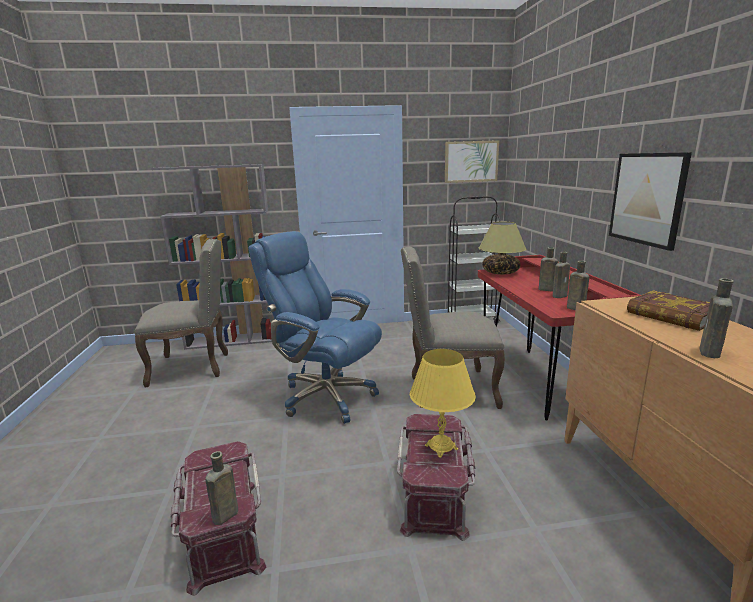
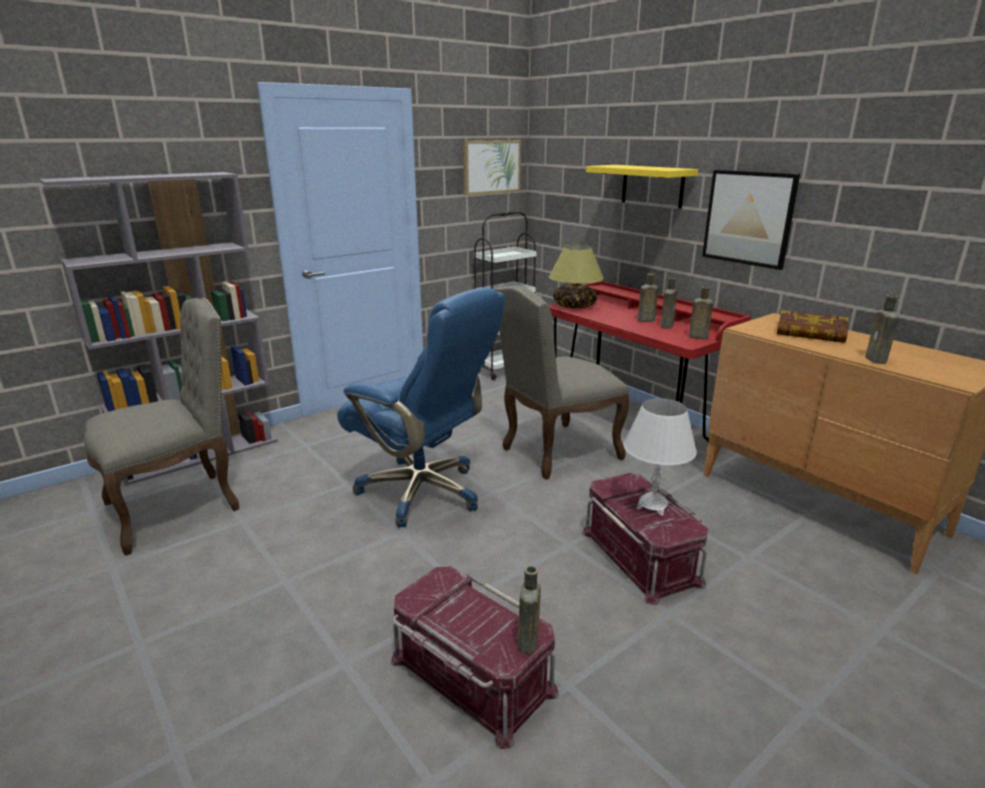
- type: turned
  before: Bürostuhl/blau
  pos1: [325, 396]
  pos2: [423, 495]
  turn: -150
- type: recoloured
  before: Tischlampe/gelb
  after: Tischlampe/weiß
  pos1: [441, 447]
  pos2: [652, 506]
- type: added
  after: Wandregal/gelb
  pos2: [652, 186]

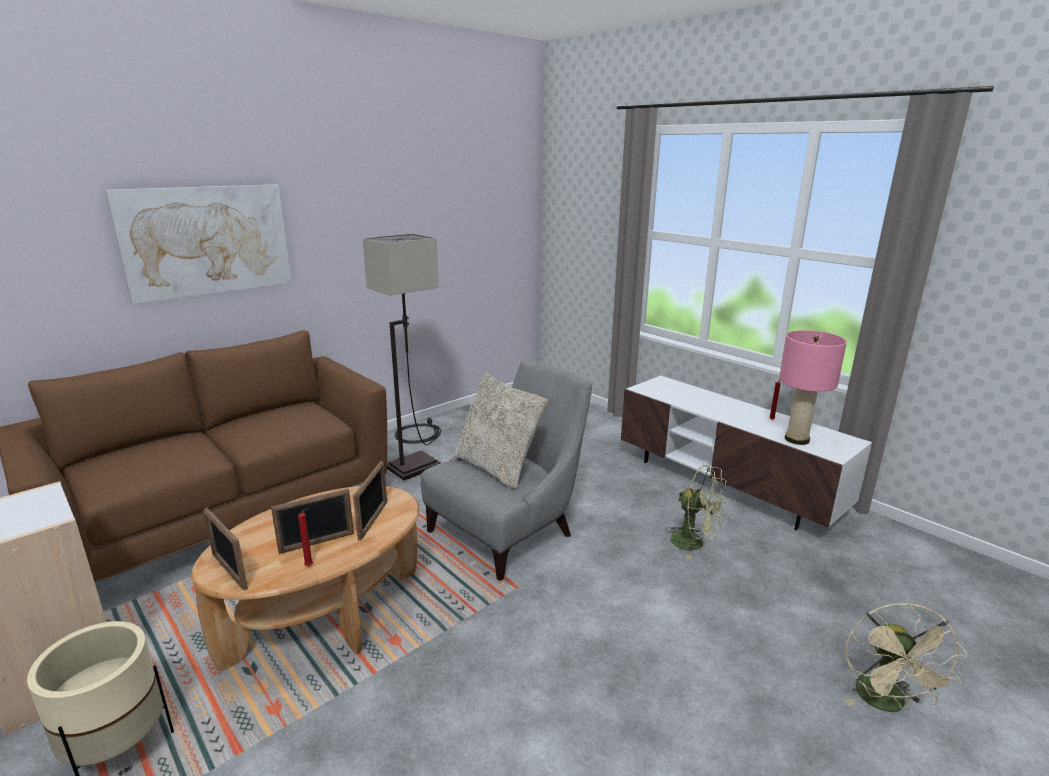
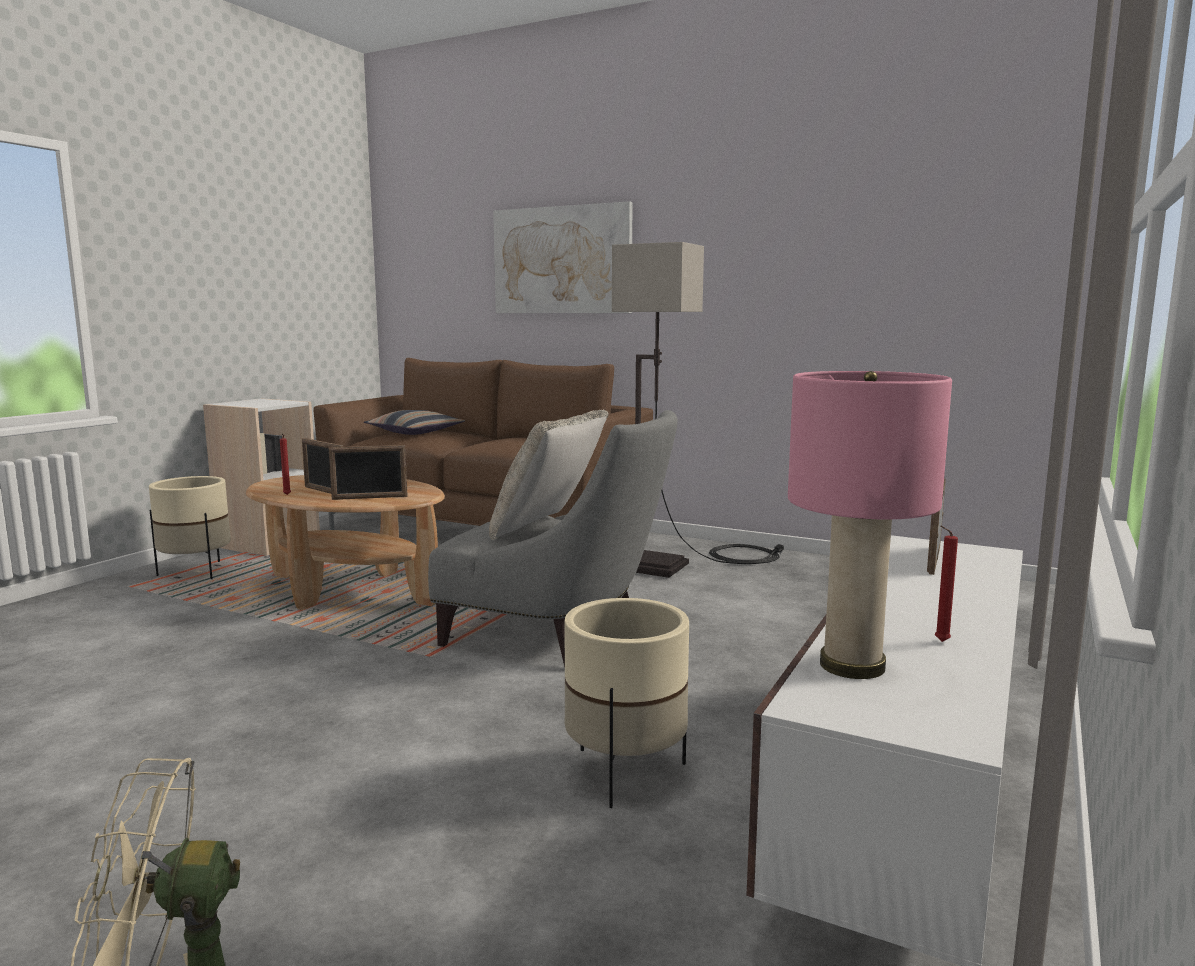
- type: replaced
  before: Ventilator/grün
  after: Pflanzkübel/beige
  pos1: [694, 543]
  pos2: [625, 773]
- type: moved
  before: Bilderrahmen
  pos1: [229, 571]
  pos2: [933, 560]
- type: added
  after: Kissen
  pos2: [415, 432]

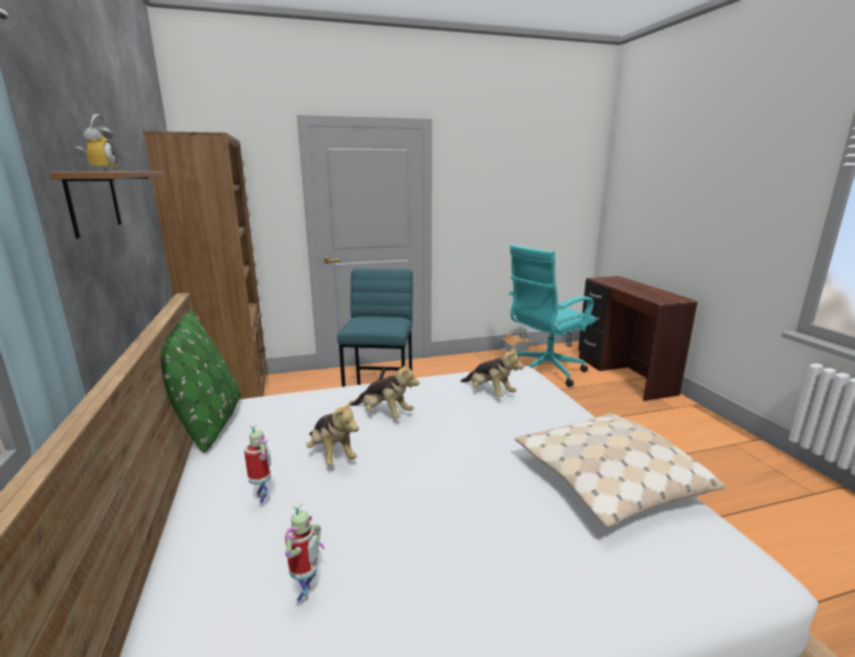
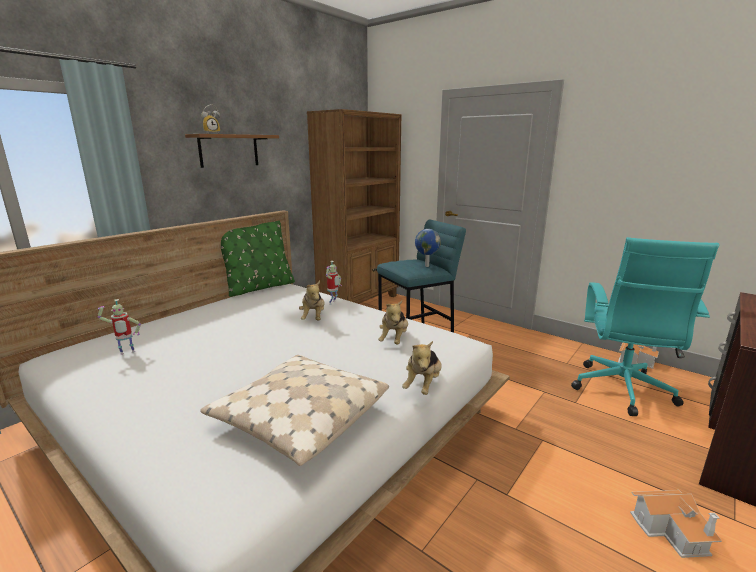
- type: turned
  before: Bürostuhl/türkis
  pos1: [544, 372]
  pos2: [622, 392]
  turn: -90
- type: moved
  before: Plüschtier
  pos1: [331, 454]
  pos2: [423, 385]
- type: moved
  before: Spielzeugroboter
  pos1: [263, 500]
  pos2: [333, 303]
- type: added
  after: Globus
  pos2: [426, 266]
- type: added
  after: Spielzeughaus
  pos2: [671, 531]

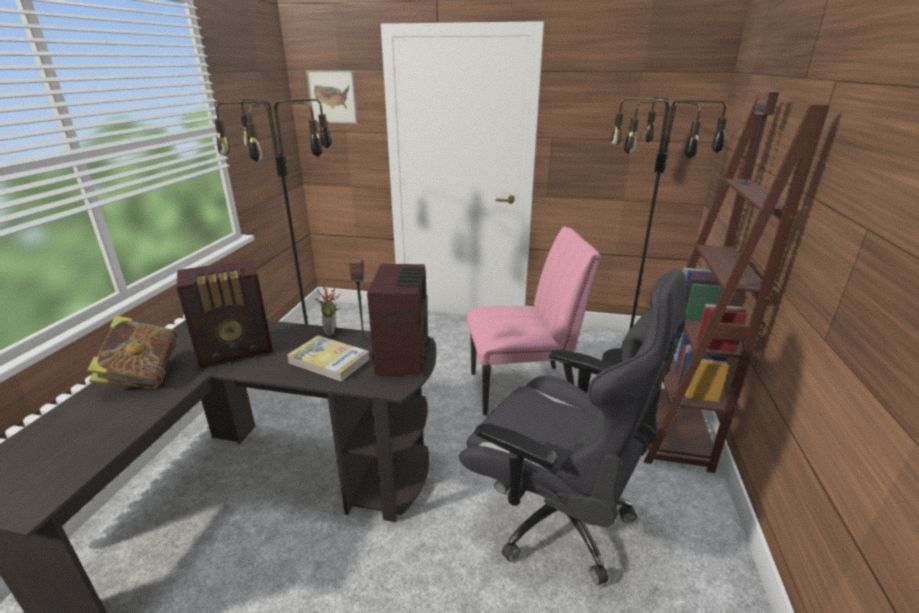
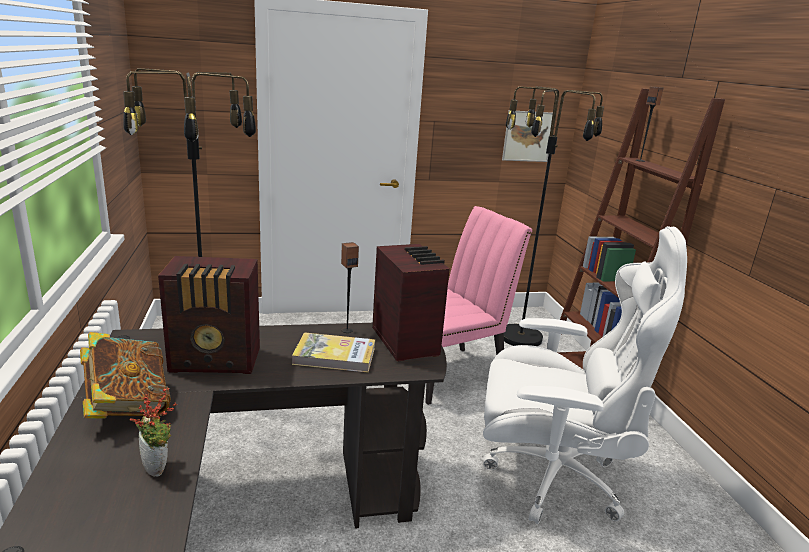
- type: moved
  before: Bild
  pos1: [332, 97]
  pos2: [527, 136]
- type: turned
  before: Radio
  pos1: [237, 350]
  pos2: [217, 361]
  turn: 45
- type: recoloured
  before: Bürostuhl/schwarz
  after: Bürostuhl/weiß
  pos1: [550, 515]
  pos2: [544, 477]
- type: moved
  before: Topfpflanze
  pos1: [332, 332]
  pos2: [159, 468]

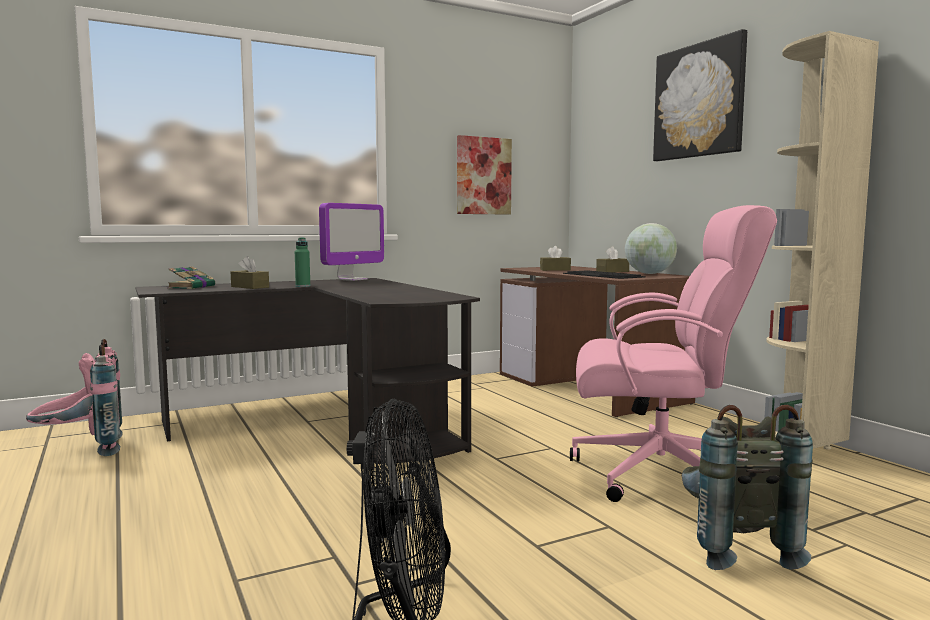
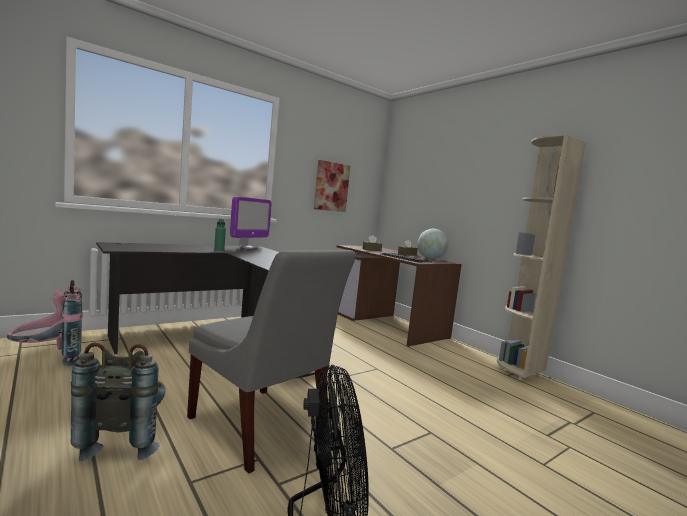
- type: removed
  before: Bild
  pos1: [699, 101]
- type: removed
  before: Bürostuhl/rosa
  pos1: [658, 473]
- type: removed
  before: Taschentuchbox/braun
  pos1: [250, 287]
- type: removed
  before: Buch
  pos1: [192, 287]
- type: moved
  before: Rucksack/grau
  pos1: [733, 547]
  pos2: [123, 440]
- type: added
  after: Stuhl/grau
  pos2: [261, 428]

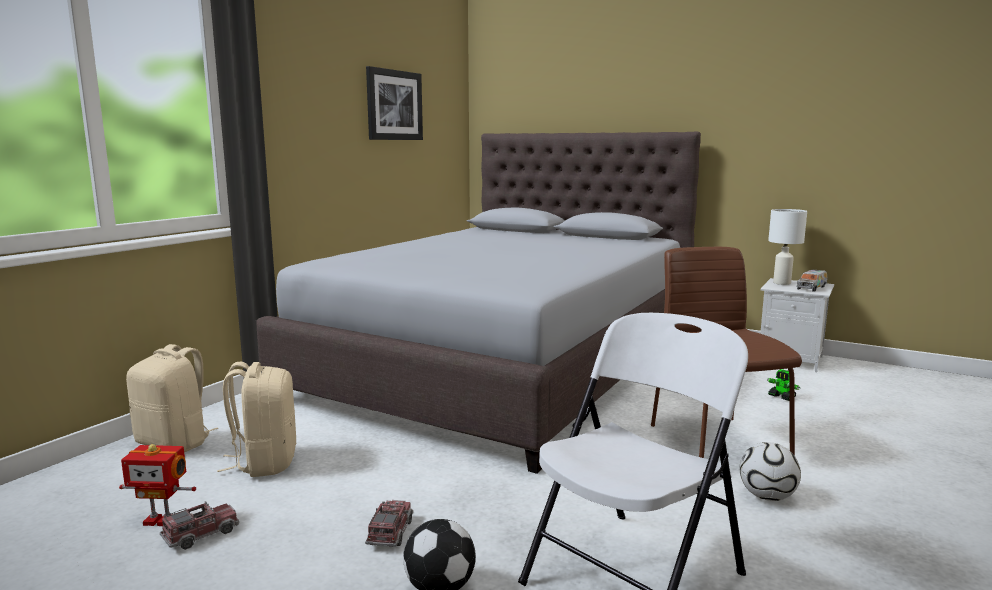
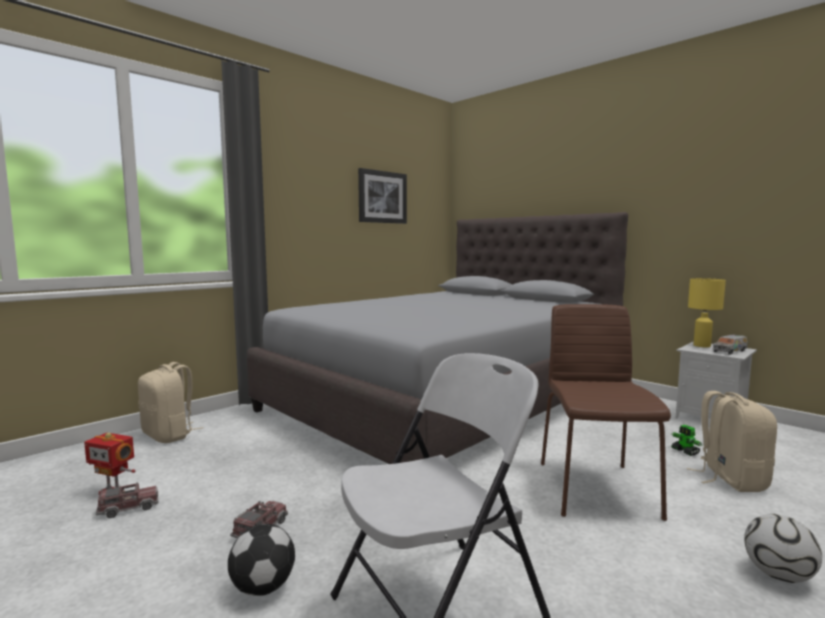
- type: recoloured
  before: Tischlampe/weiß
  after: Tischlampe/gelb
  pos1: [781, 283]
  pos2: [701, 345]
- type: moved
  before: Rucksack/beige
  pos1: [265, 462]
  pos2: [730, 479]
- type: moved
  before: Fußball
  pos1: [767, 497]
  pos2: [778, 575]

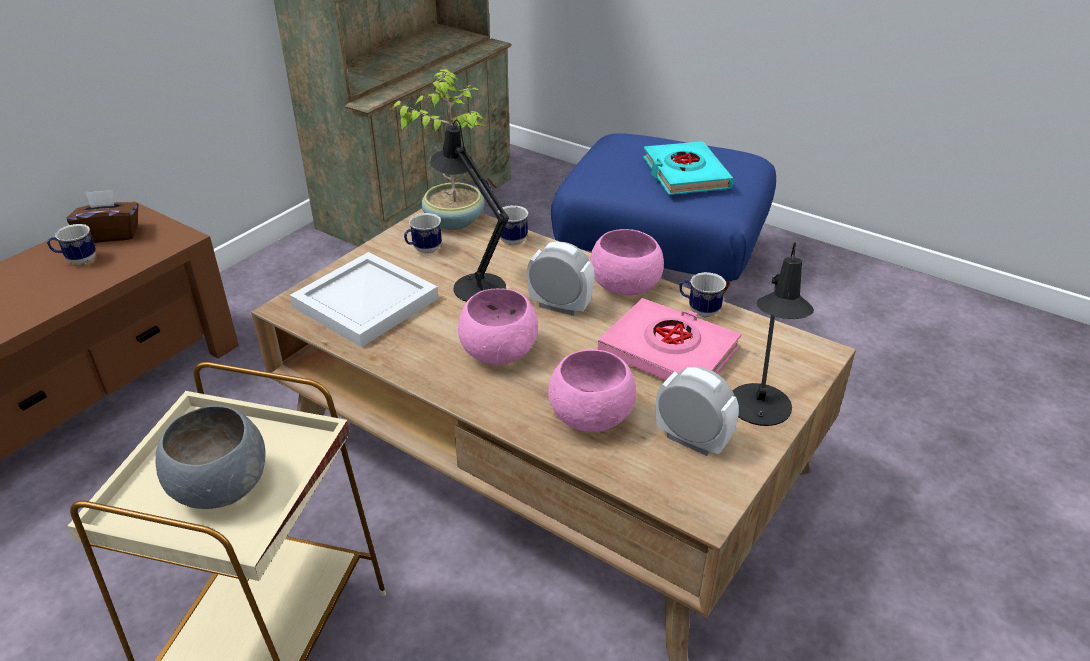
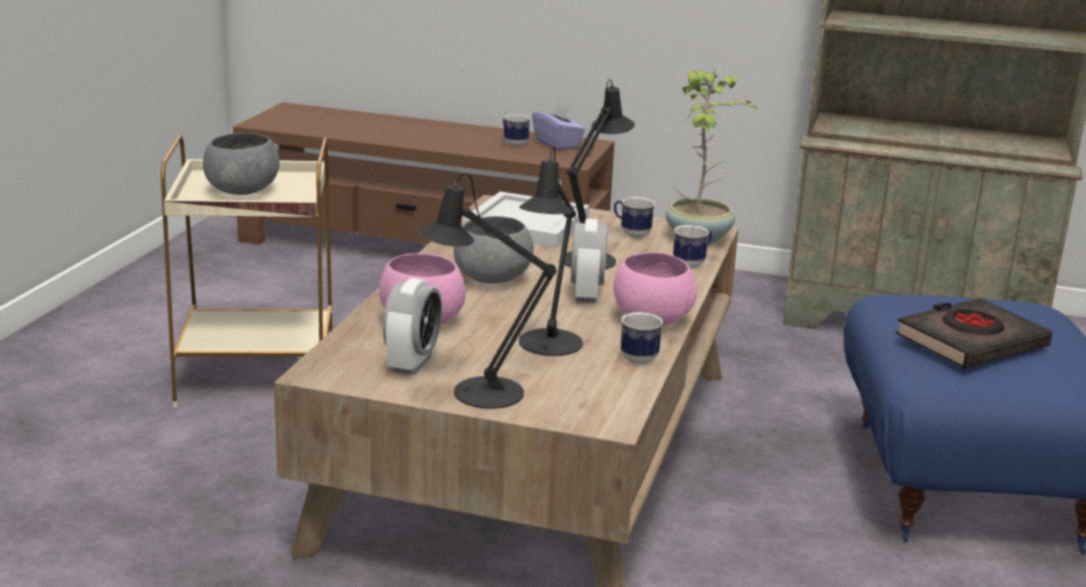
- type: recoloured
  before: Buch/türkis
  after: Buch/schwarz
  pos1: [685, 174]
  pos2: [970, 342]
- type: recoloured
  before: Taschentuchbox/braun
  after: Taschentuchbox/lila
  pos1: [111, 234]
  pos2: [557, 144]
- type: recoloured
  before: Schüssel/rosa
  after: Schüssel/grau
  pos1: [497, 352]
  pos2: [491, 278]
- type: replaced
  before: Buch/rosa
  after: Tischlampe/schwarz
  pos1: [669, 352]
  pos2: [547, 346]

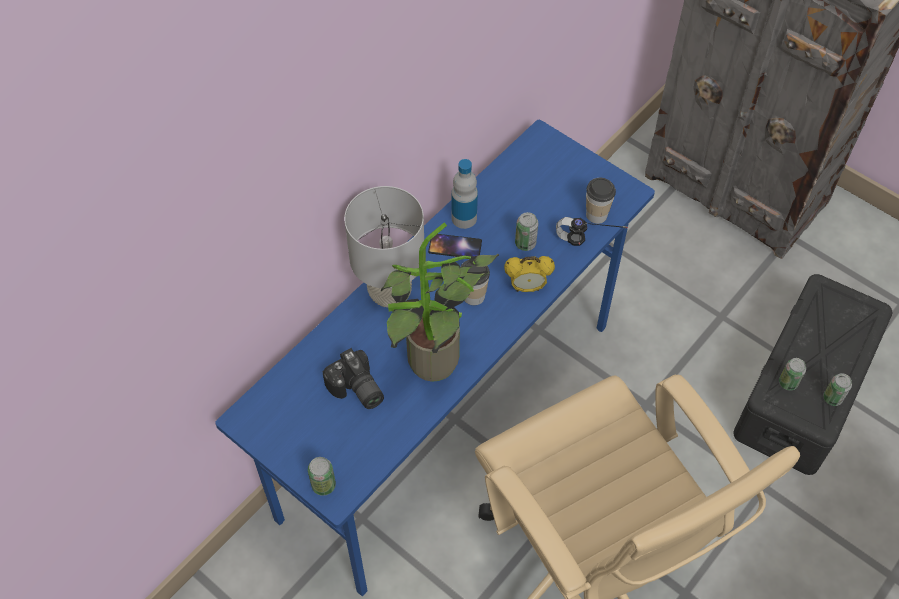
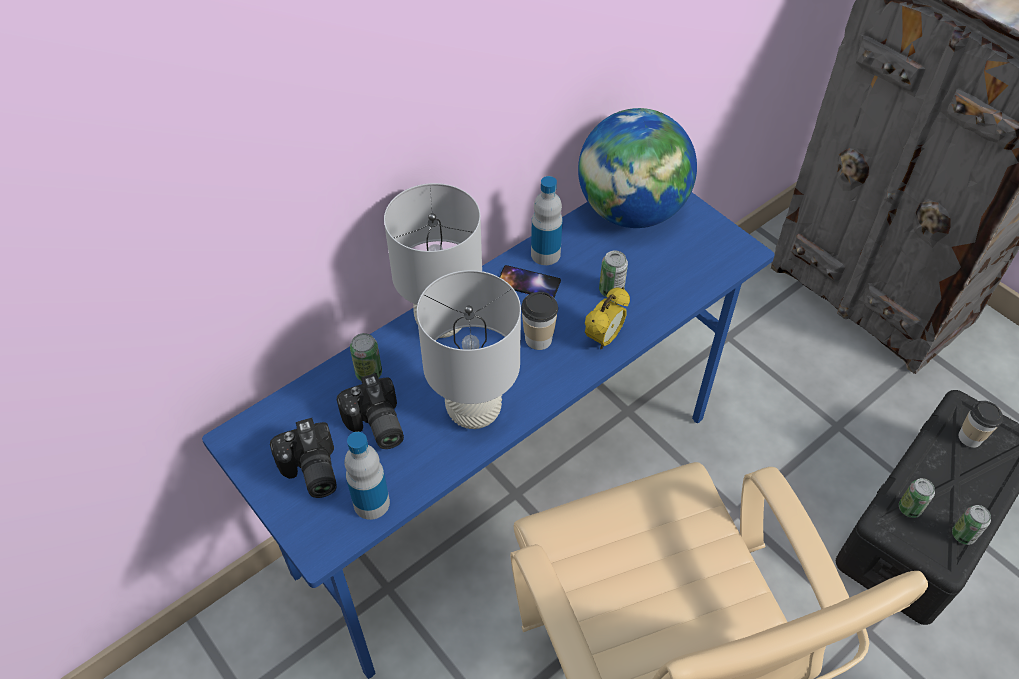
- type: moved
  before: Tasse
  pos1: [596, 215]
  pos2: [970, 437]
- type: removed
  before: Kopfhörer
  pos1: [585, 248]
- type: replaced
  before: Topfpflanze
  after: Tischlampe/grau
  pos1: [433, 368]
  pos2: [472, 414]
- type: turned
  before: Wecker
  pos1: [527, 287]
  pos2: [604, 338]
  turn: -60
- type: moved
  before: Dose
  pos1: [323, 485]
  pos2: [369, 373]
- type: added
  after: Globus
  pos2: [631, 211]
- type: added
  after: Kamera
  pos2: [309, 472]
- type: added
  after: Flasche
  pos2: [371, 503]

